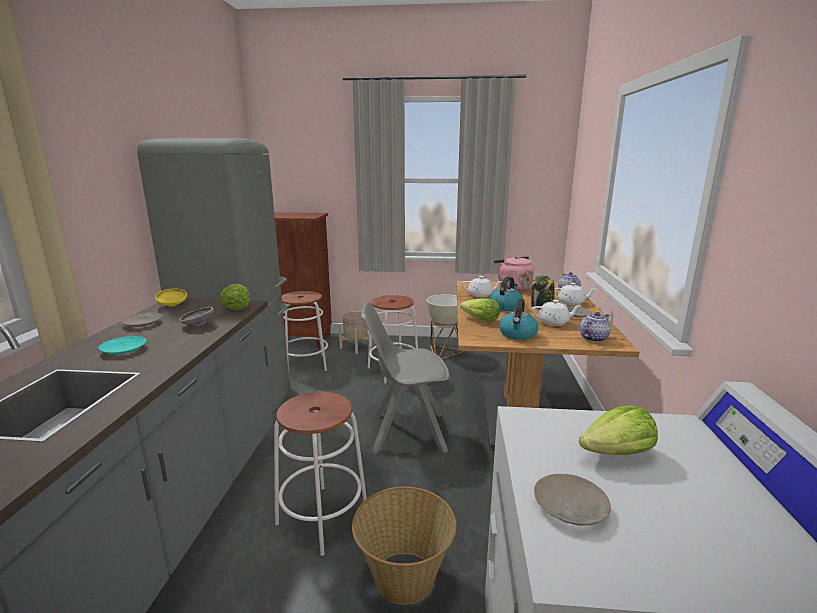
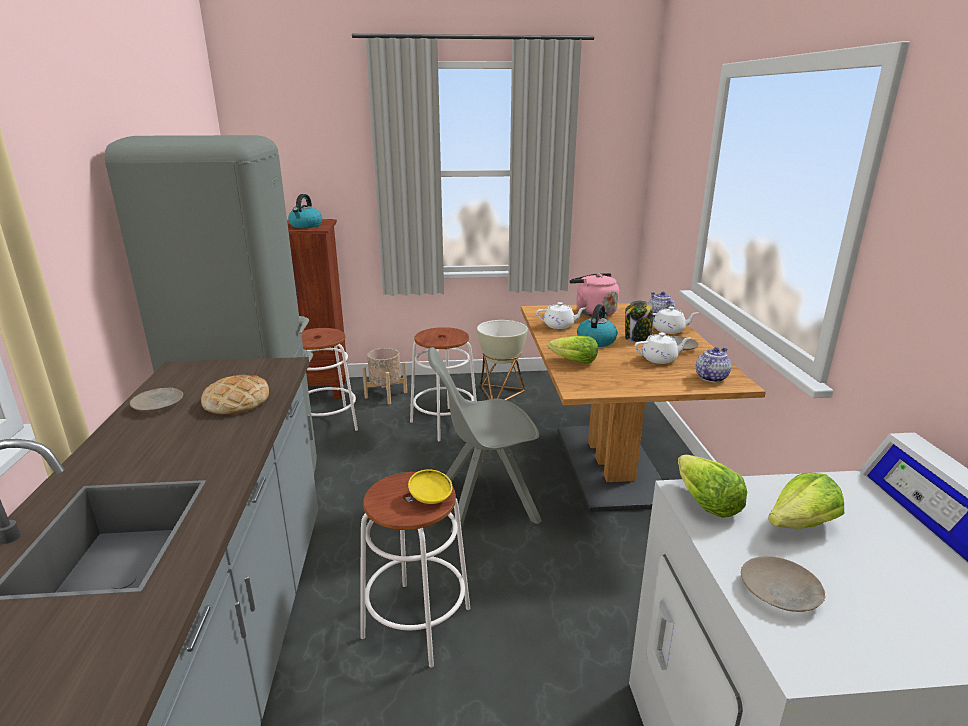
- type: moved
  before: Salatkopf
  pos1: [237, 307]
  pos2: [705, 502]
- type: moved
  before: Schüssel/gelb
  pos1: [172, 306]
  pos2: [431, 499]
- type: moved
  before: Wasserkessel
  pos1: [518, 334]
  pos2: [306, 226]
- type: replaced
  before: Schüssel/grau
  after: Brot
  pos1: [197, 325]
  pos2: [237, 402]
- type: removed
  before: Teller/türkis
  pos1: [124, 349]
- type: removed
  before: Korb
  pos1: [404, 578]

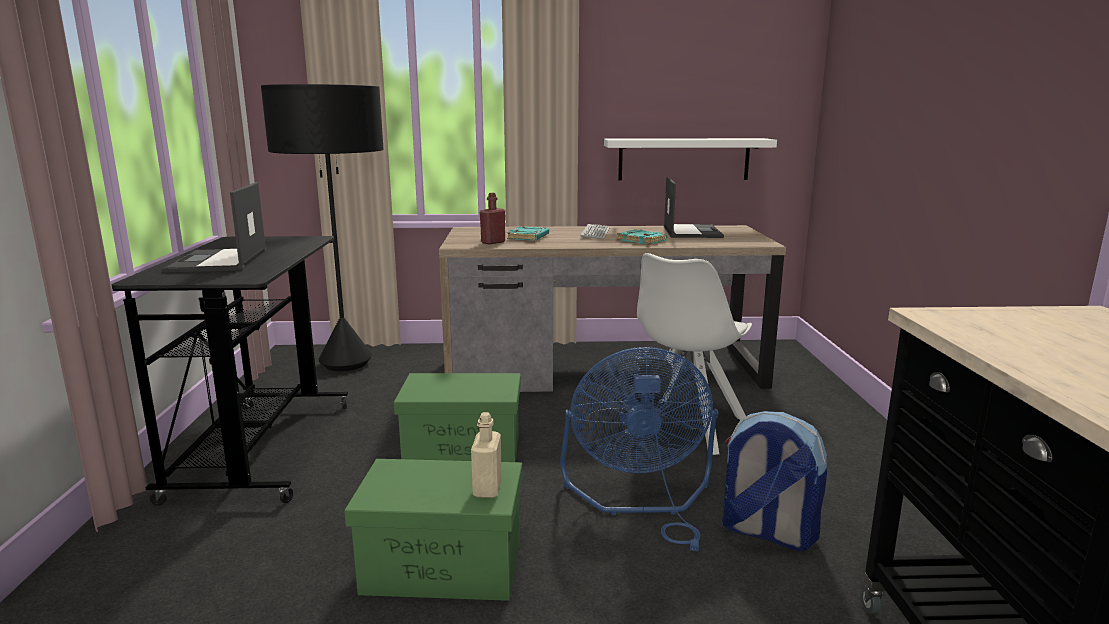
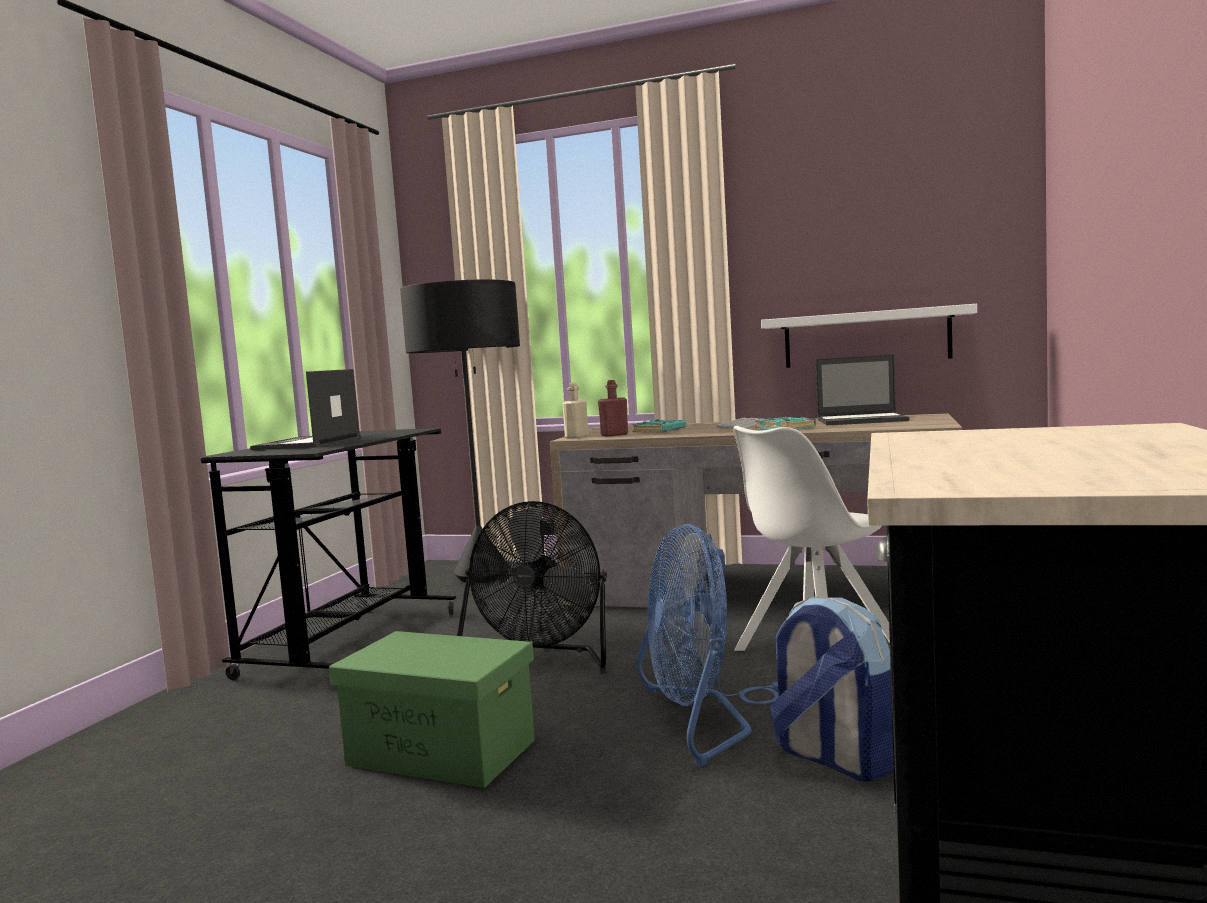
- type: turned
  before: Laptop
  pos1: [691, 232]
  pos2: [862, 420]
  turn: 75
- type: turned
  before: Ventilator/blau
  pos1: [645, 501]
  pos2: [706, 716]
  turn: -120
- type: replaced
  before: Aufbewahrungsbox/grün
  after: Ventilator/schwarz
  pos1: [464, 451]
  pos2: [541, 657]
- type: moved
  before: Flasche/beige
  pos1: [487, 489]
  pos2: [576, 437]

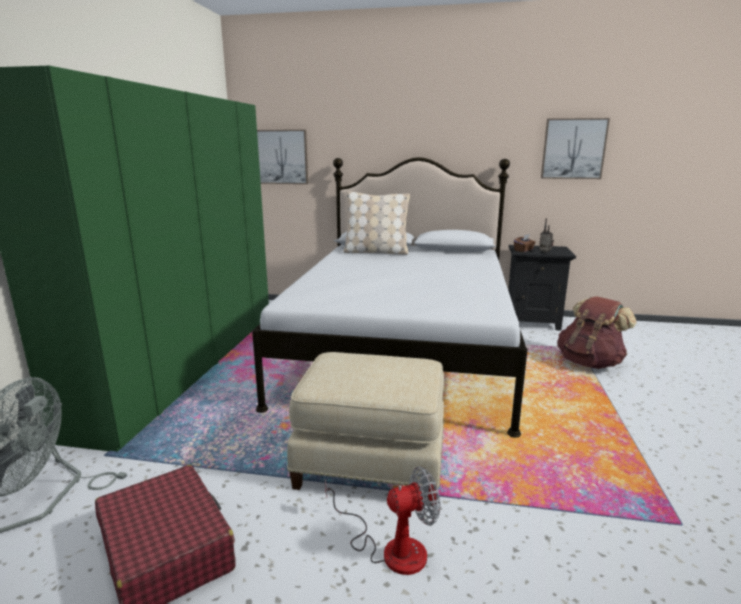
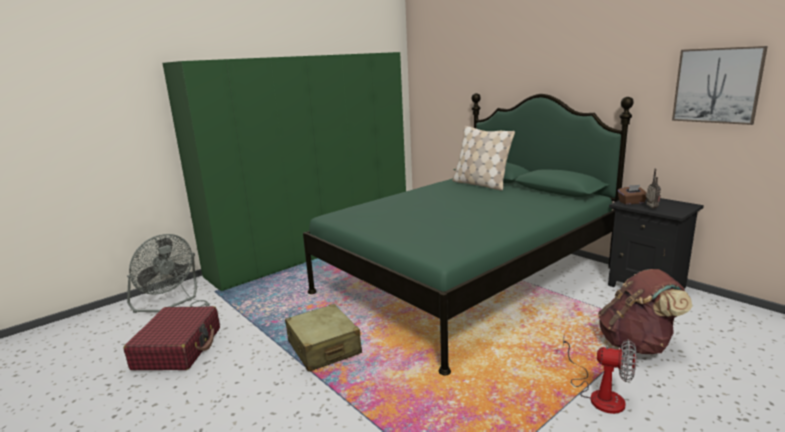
- type: removed
  before: Bild
  pos1: [282, 157]
- type: recoloured
  before: Bett/weiß
  after: Bett/grün
  pos1: [402, 352]
  pos2: [464, 280]
- type: replaced
  before: Polsterhocker/beige
  after: Koffer/beige
  pos1: [371, 461]
  pos2: [323, 348]
- type: moved
  before: Ventilator
  pos1: [391, 548]
  pos2: [599, 394]

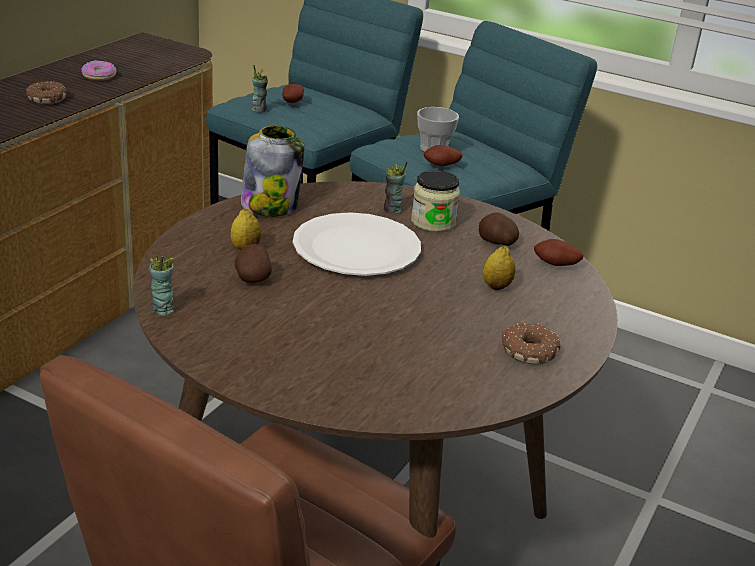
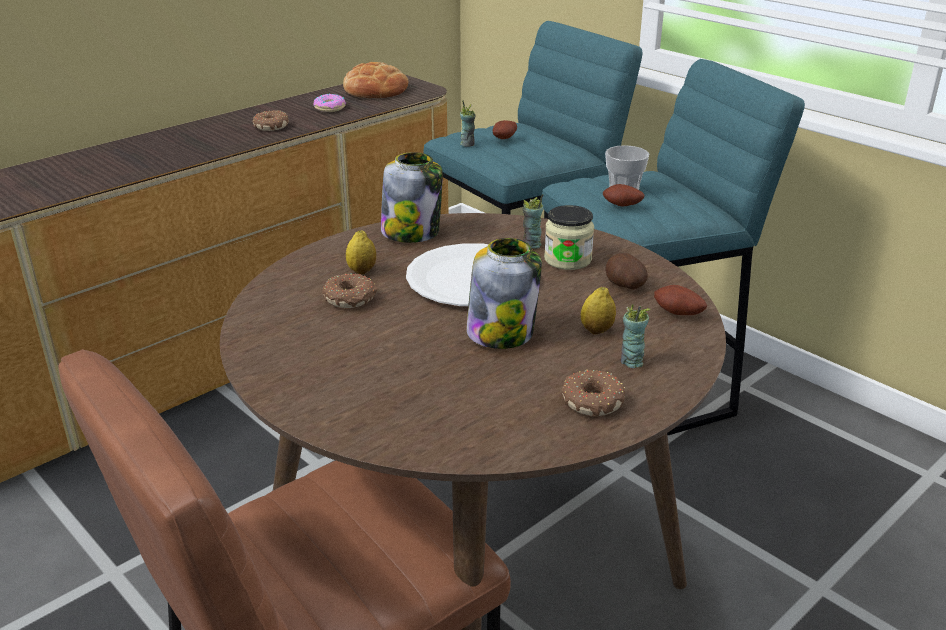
- type: replaced
  before: Kartoffel
  after: Donut
  pos1: [252, 278]
  pos2: [351, 299]
- type: moved
  before: Tasse
  pos1: [162, 309]
  pos2: [631, 361]
- type: added
  after: Brot
  pos2: [375, 90]
- type: added
  after: Vorratsglas
  pos2: [501, 332]

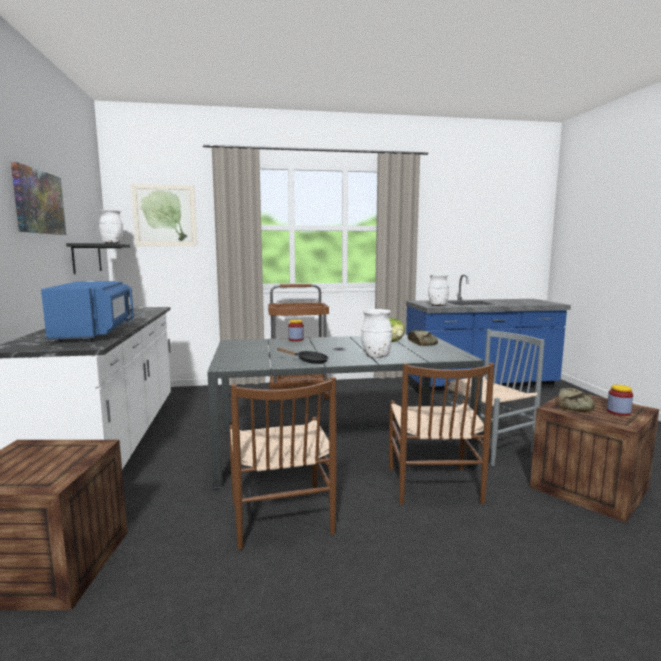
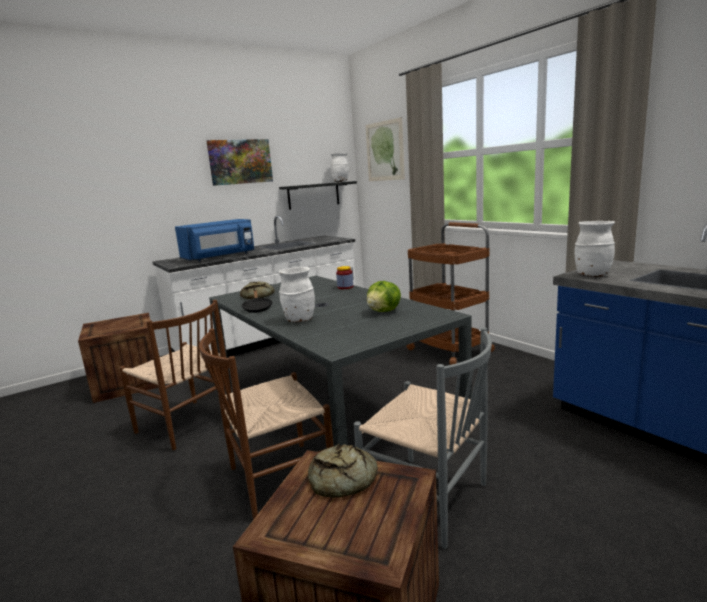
- type: moved
  before: Brot
  pos1: [422, 343]
  pos2: [259, 295]
- type: turned
  before: Stuhl/braun
  pos1: [281, 521]
  pos2: [188, 425]
  turn: -105
- type: removed
  before: Vorratsglas
  pos1: [618, 412]

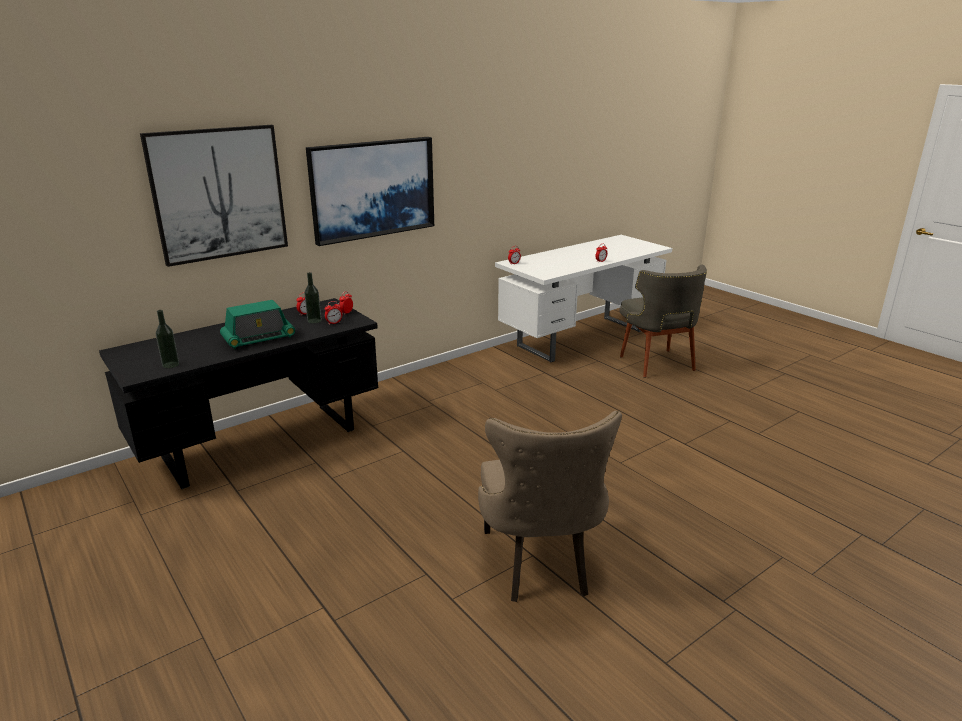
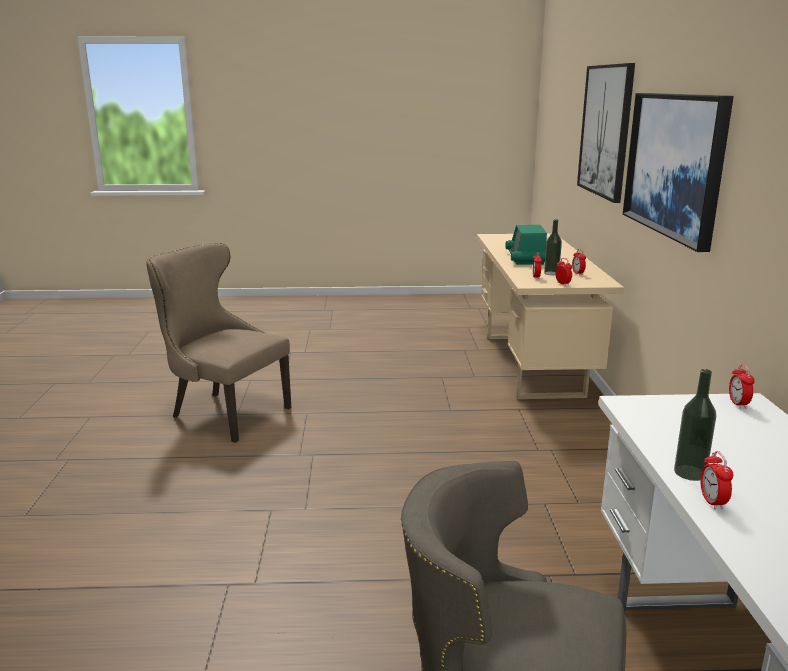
- type: recoloured
  before: Schreibtisch/schwarz
  after: Schreibtisch/beige
  pos1: [261, 442]
  pos2: [533, 365]
- type: moved
  before: Flasche
  pos1: [170, 365]
  pos2: [690, 473]

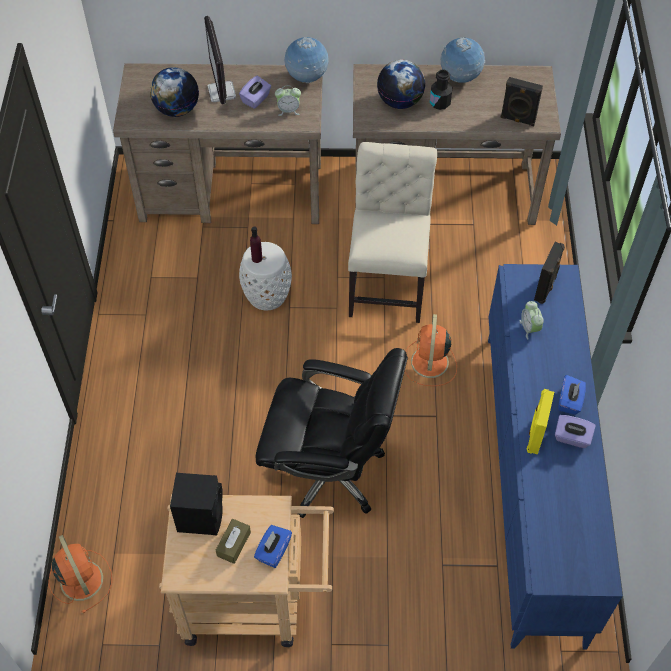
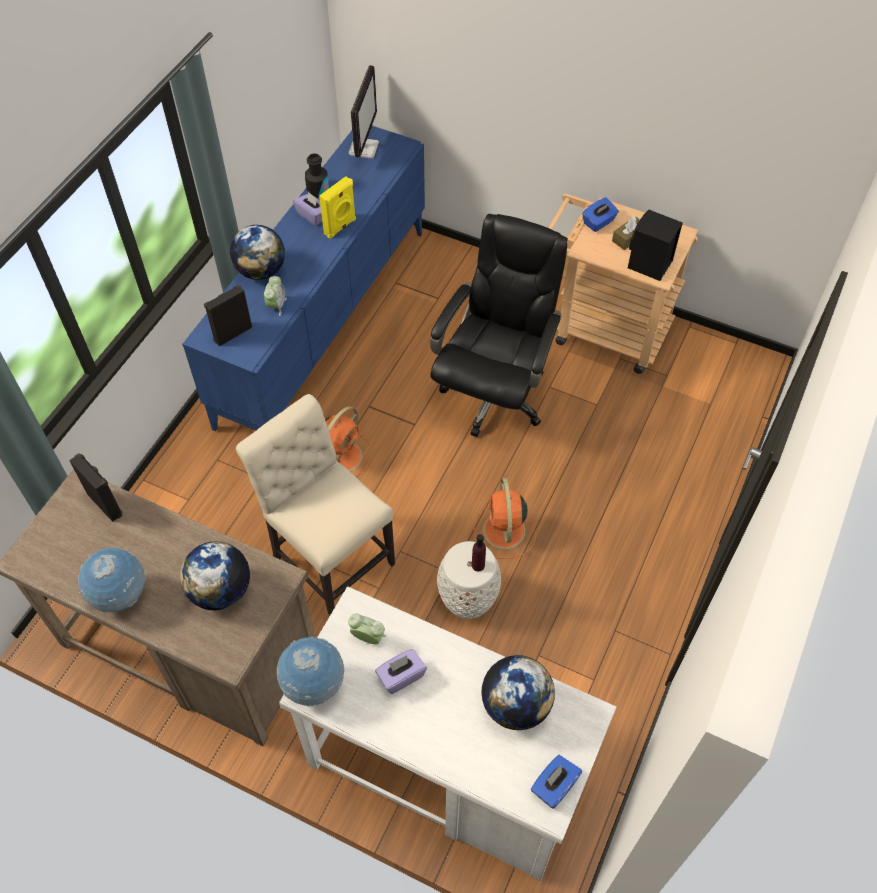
- type: moved
  before: Monitor
  pos1: [222, 92]
  pos2: [363, 148]
- type: recoloured
  before: Schreibtisch/braun
  after: Schreibtisch/weiß
  pos1: [232, 191]
  pos2: [444, 770]
- type: moved
  before: Flasche/schwarz
  pos1: [440, 103]
  pos2: [318, 190]
- type: turned
  before: Stuhl/beige
  pos1: [388, 284]
  pos2: [329, 555]
  turn: 105
- type: turned
  before: Bürostuhl/schwarz
  pos1: [328, 472]
  pos2: [494, 397]
  turn: 75
- type: moved
  before: Taschentuchbox/blau
  pos1: [569, 401]
  pos2: [554, 786]
- type: moved
  before: Ventilator/orange
  pos1: [81, 578]
  pos2: [504, 532]
- type: added
  after: Globus
  pos2: [261, 271]

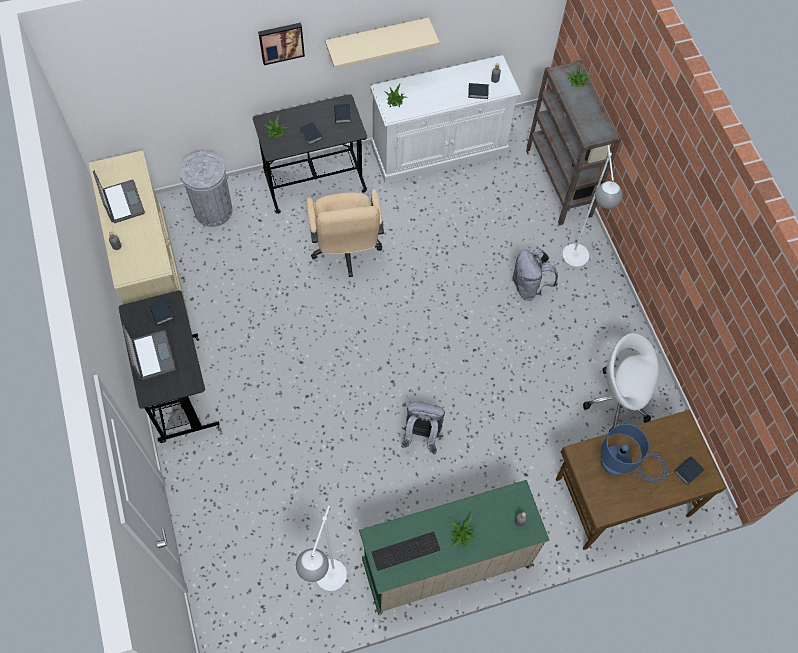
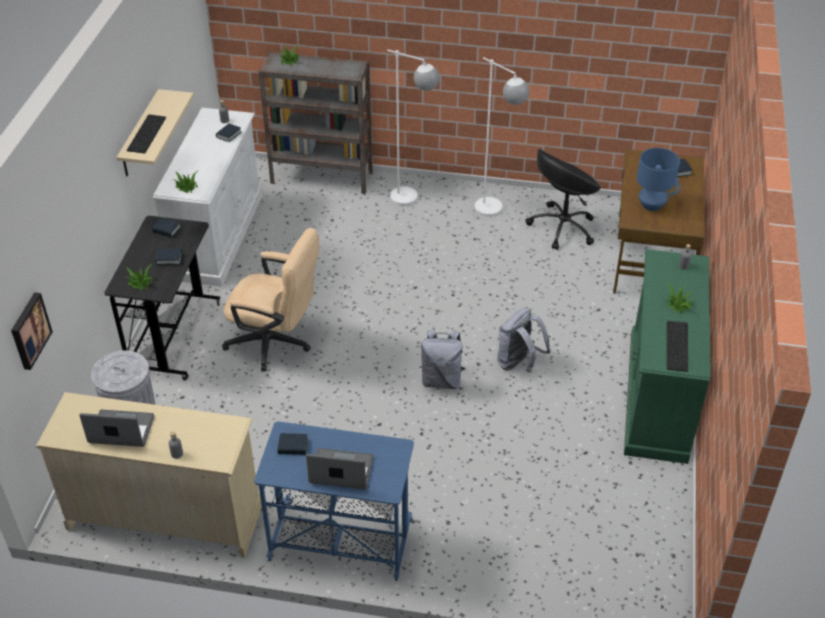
- type: moved
  before: Bild
  pos1: [281, 42]
  pos2: [29, 330]
- type: moved
  before: Rucksack/grau
  pos1: [529, 287]
  pos2: [441, 380]
- type: recoloured
  before: Schreibtisch/schwarz
  after: Schreibtisch/blau
  pos1: [179, 389]
  pos2: [340, 540]
- type: recoloured
  before: Bürostuhl/weiß
  after: Bürostuhl/schwarz
  pos1: [616, 401]
  pos2: [561, 228]
- type: moved
  before: Stehlampe/weiß
  pos1: [327, 587]
  pos2: [496, 212]
- type: added
  after: Tastatur
  pos2: [146, 133]

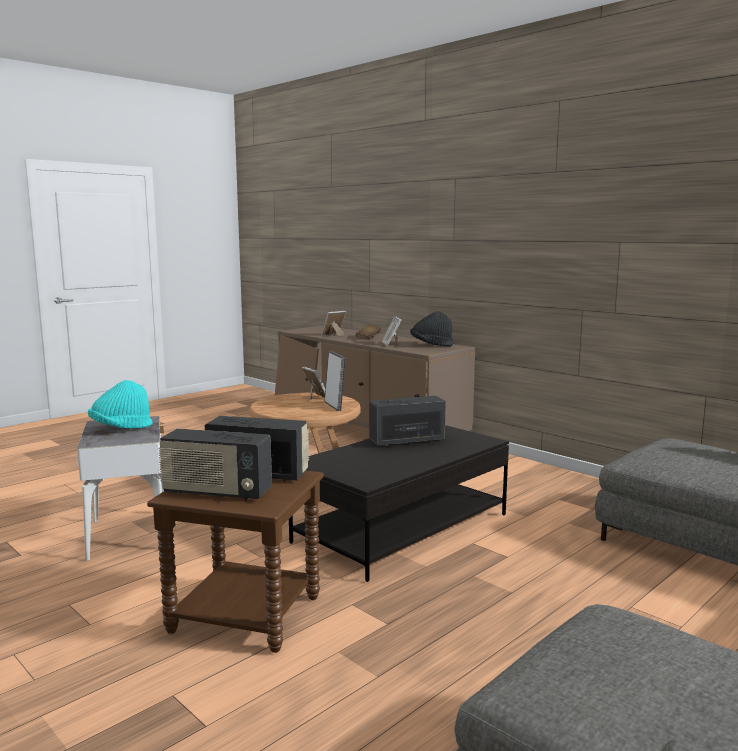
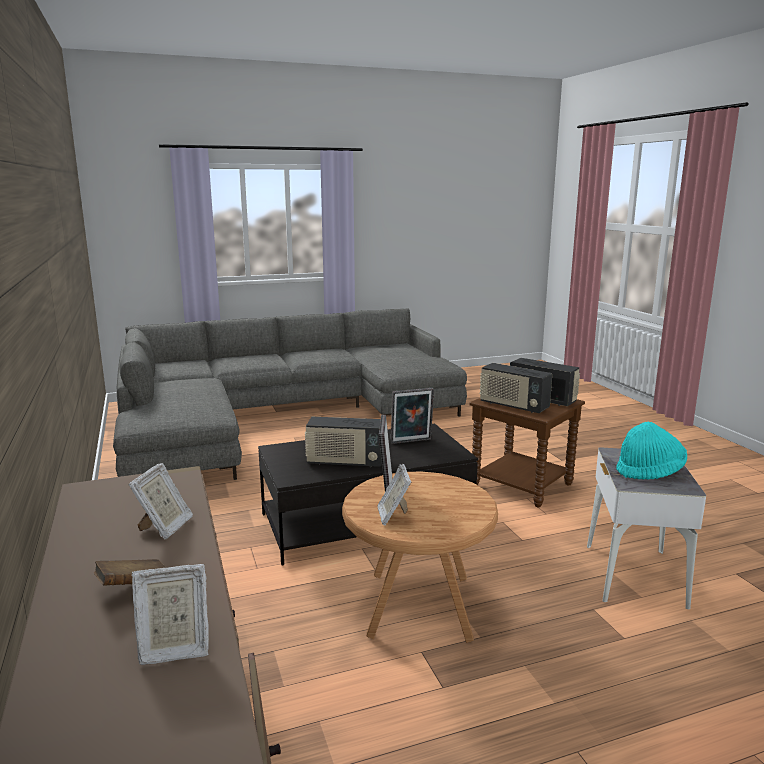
- type: removed
  before: Hut/schwarz
  pos1: [431, 345]
- type: added
  after: Bilderrahmen
  pos2: [411, 442]

